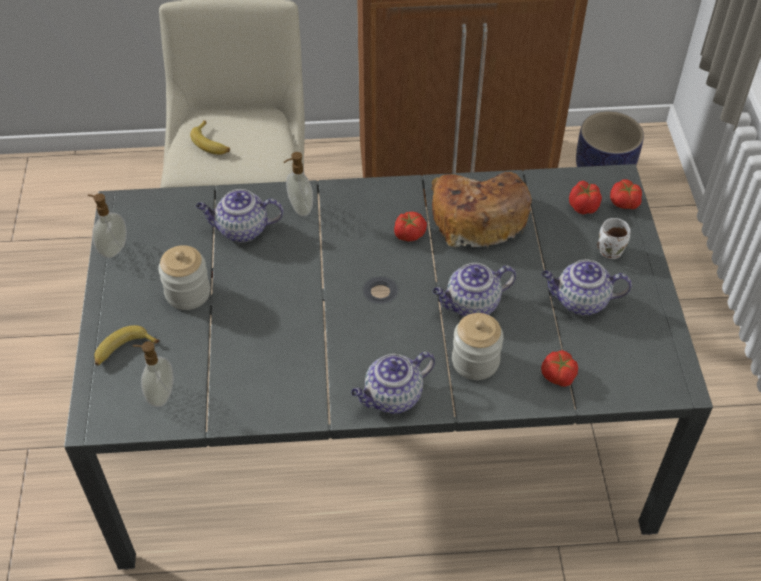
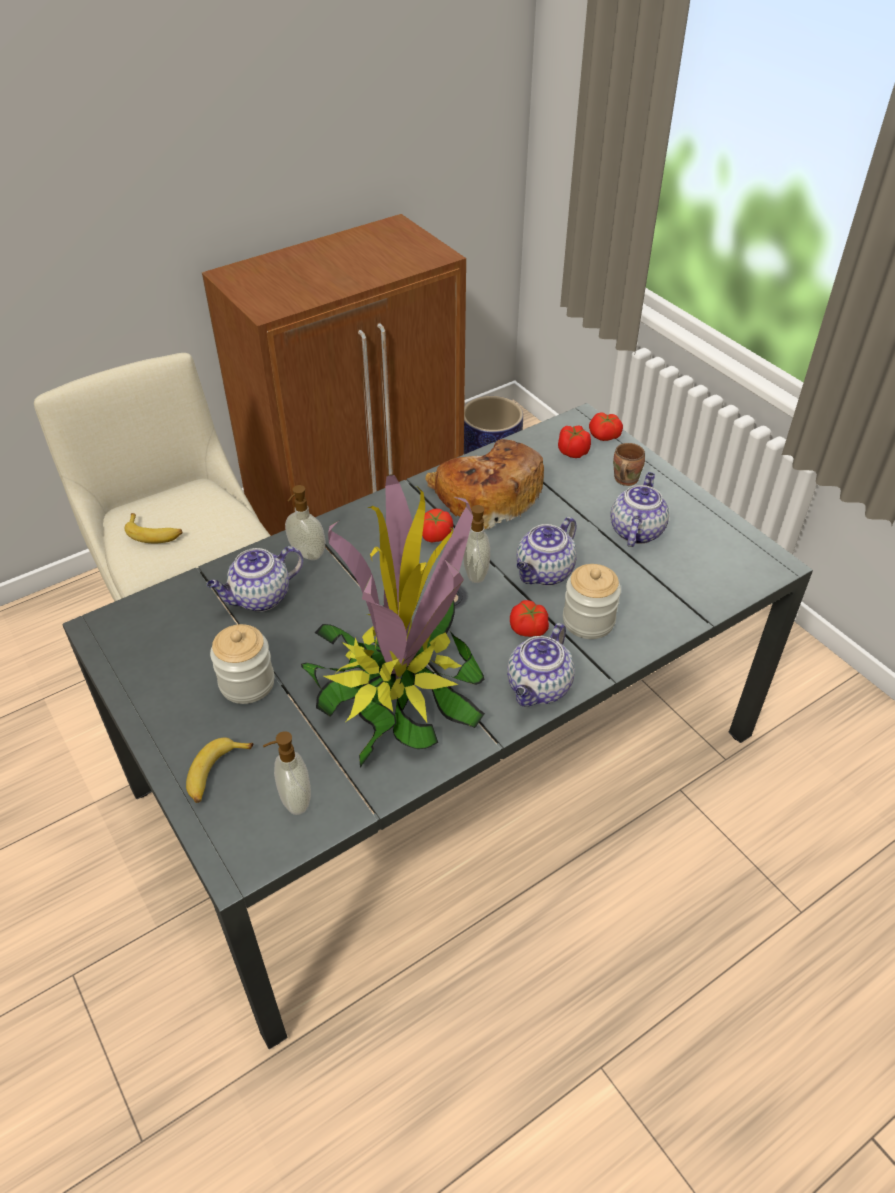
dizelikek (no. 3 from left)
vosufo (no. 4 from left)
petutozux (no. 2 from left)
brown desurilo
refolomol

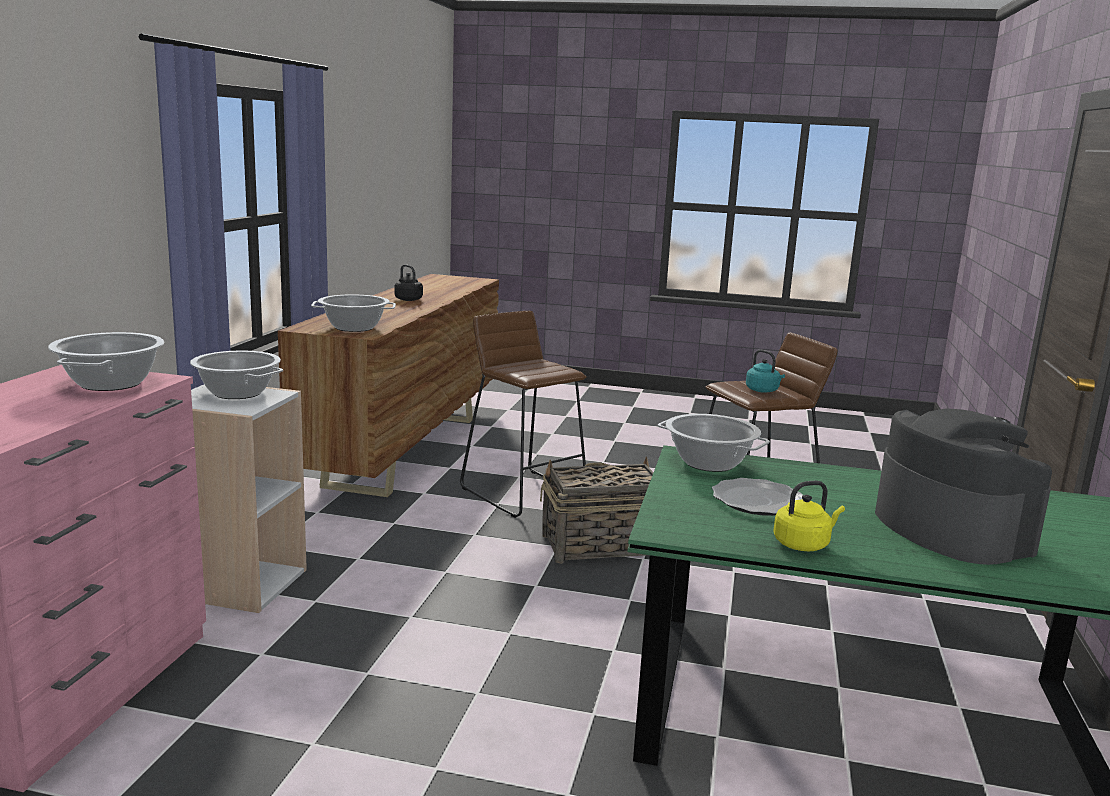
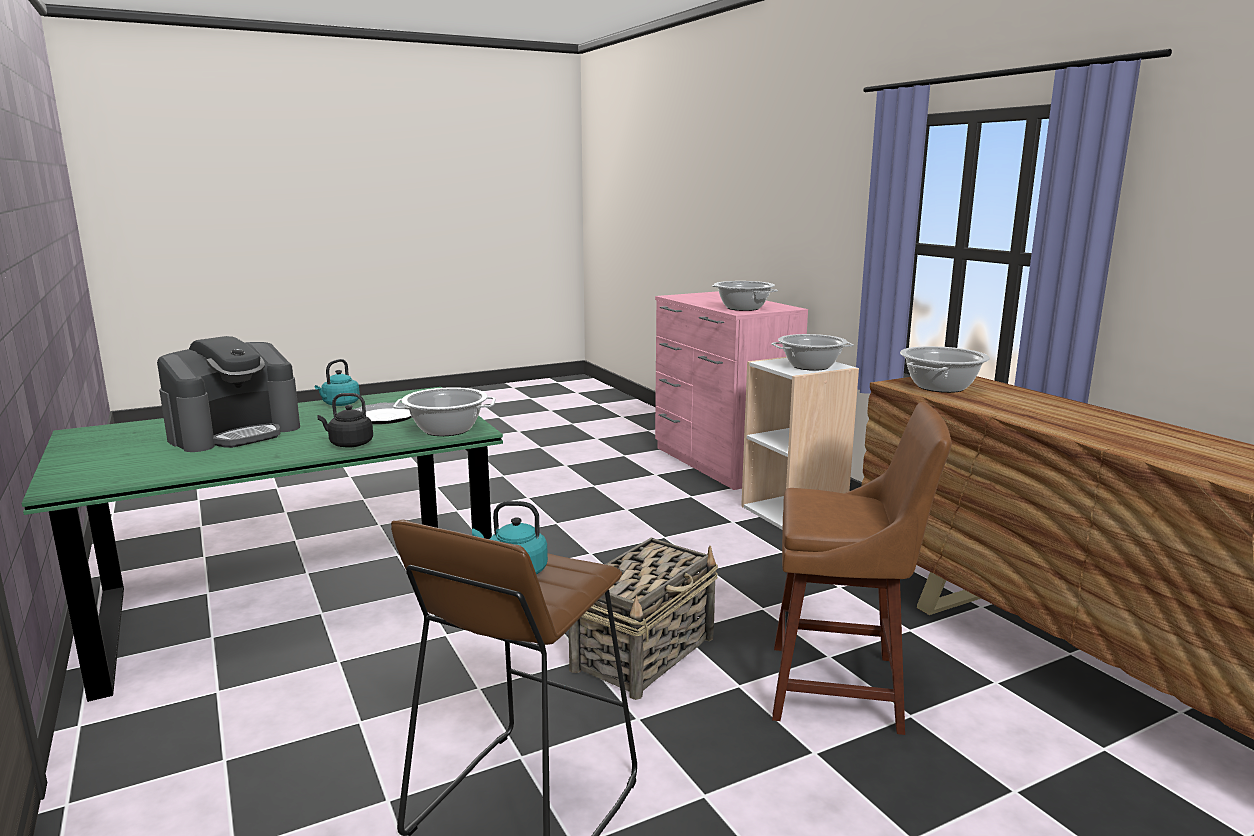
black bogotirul
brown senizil
turquoise bogotirul (no. 1 from left)
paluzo

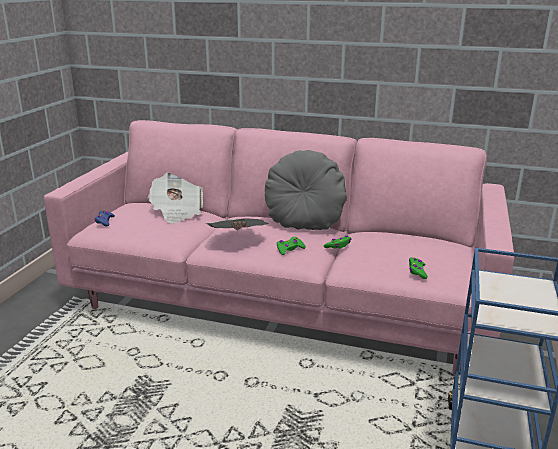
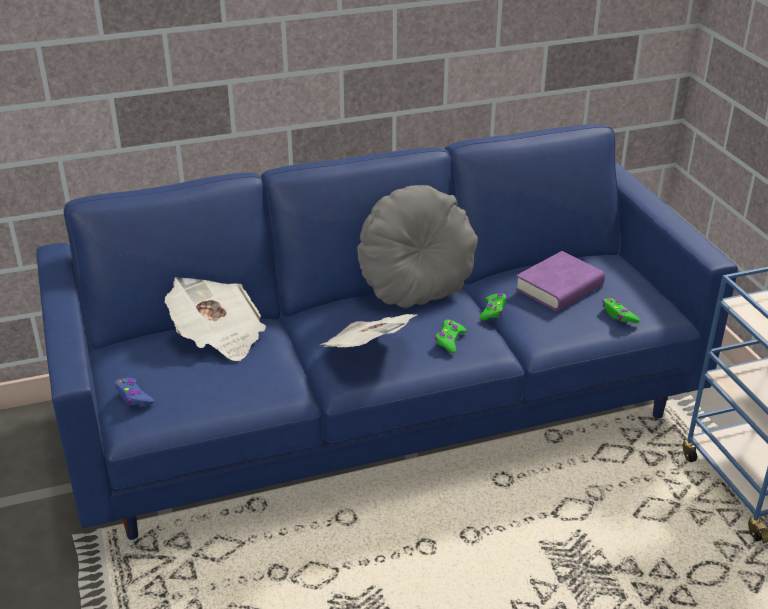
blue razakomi
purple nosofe

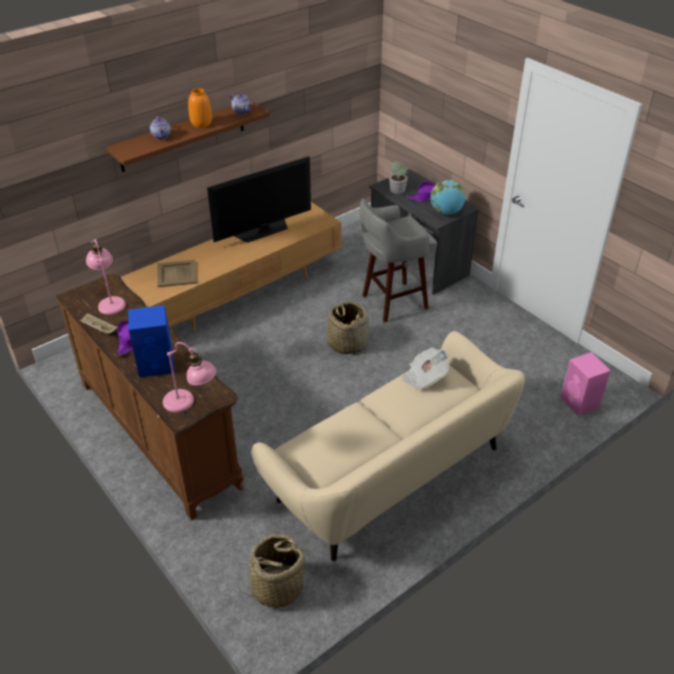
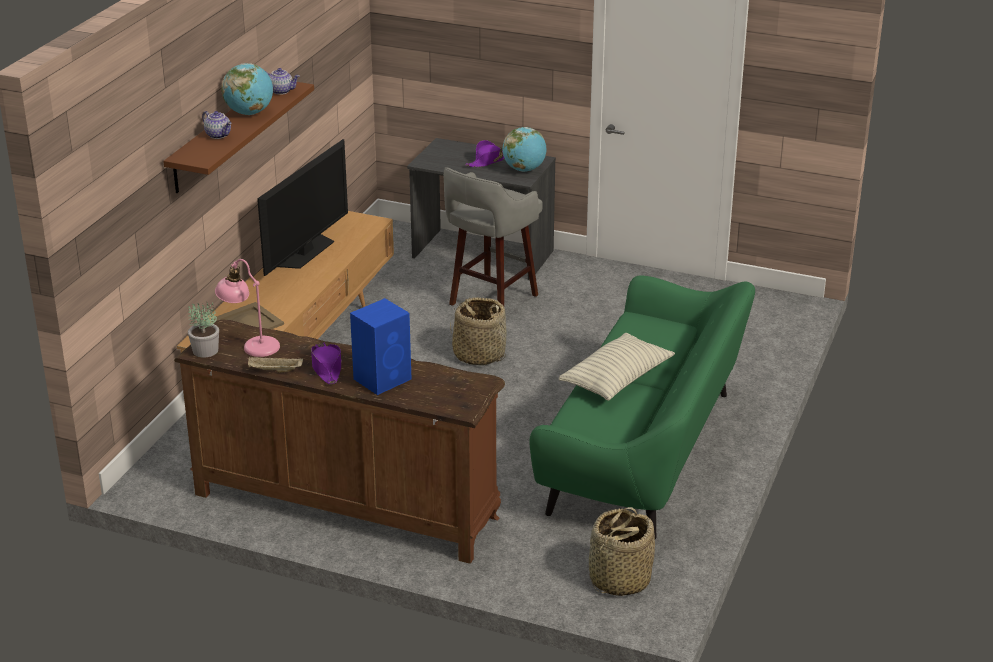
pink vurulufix (no. 2 from left in the first image)
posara (no. 1 from left)
green razakomi
refolomol
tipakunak
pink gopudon
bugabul

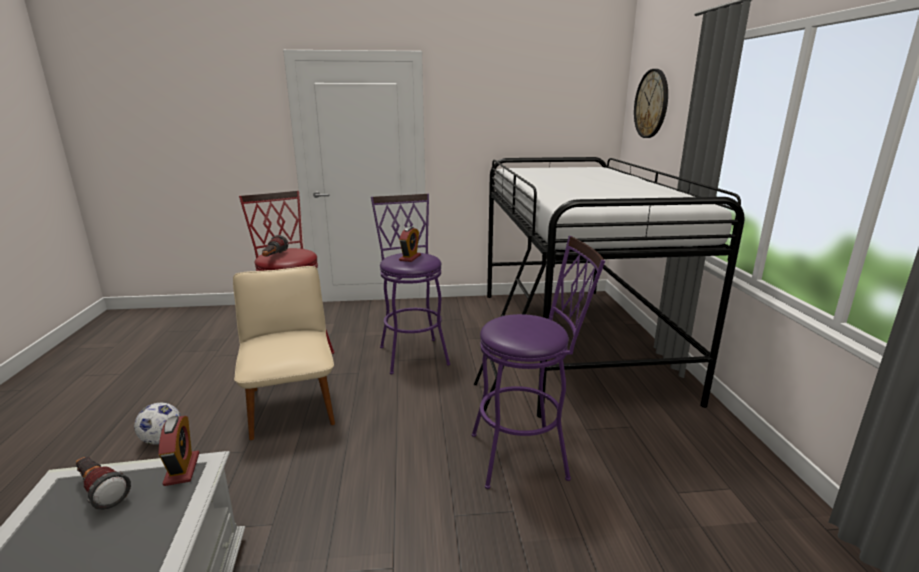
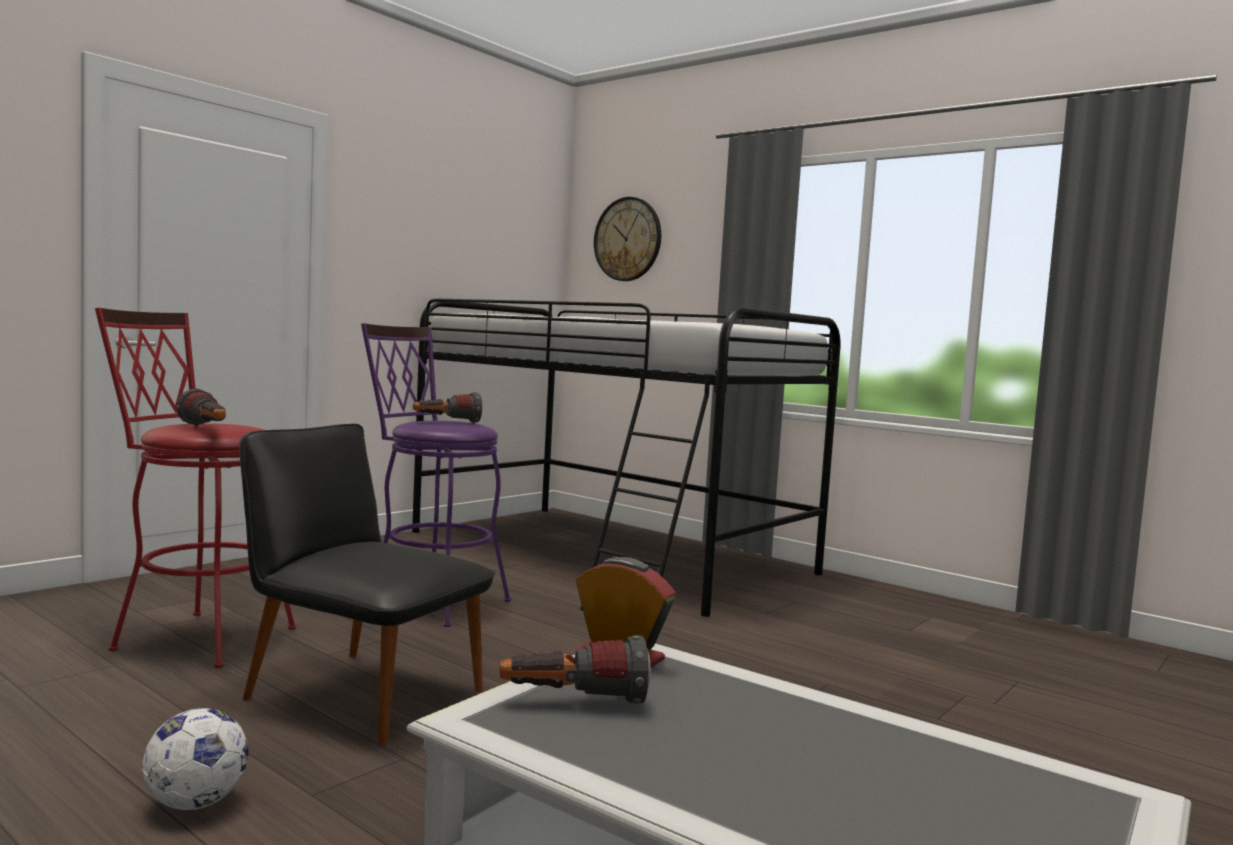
black senizil
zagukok (no. 2 from left)
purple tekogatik (no. 2 from left in the first image)

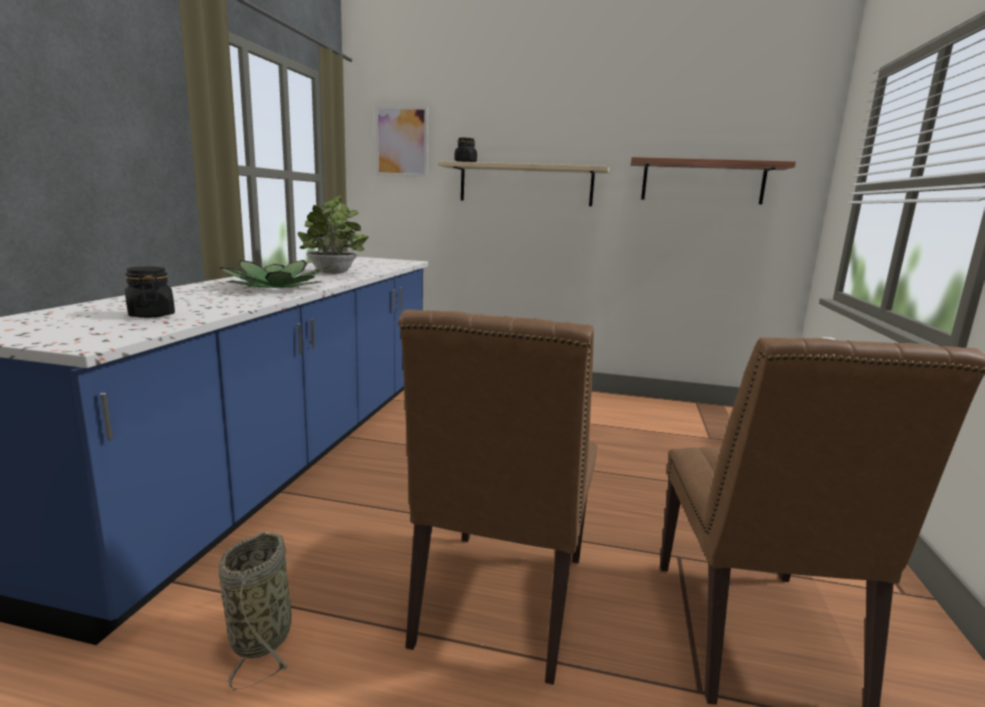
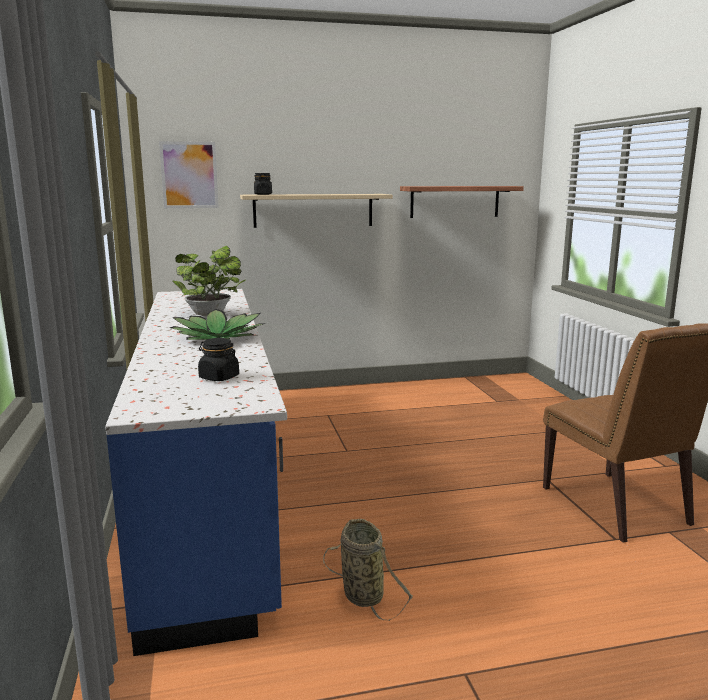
brown senizil (no. 1 from left in the first image)

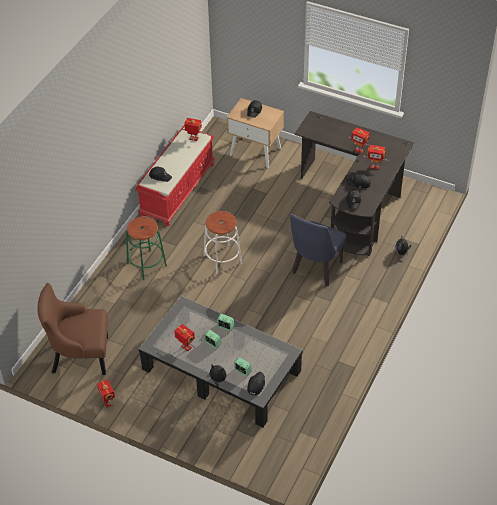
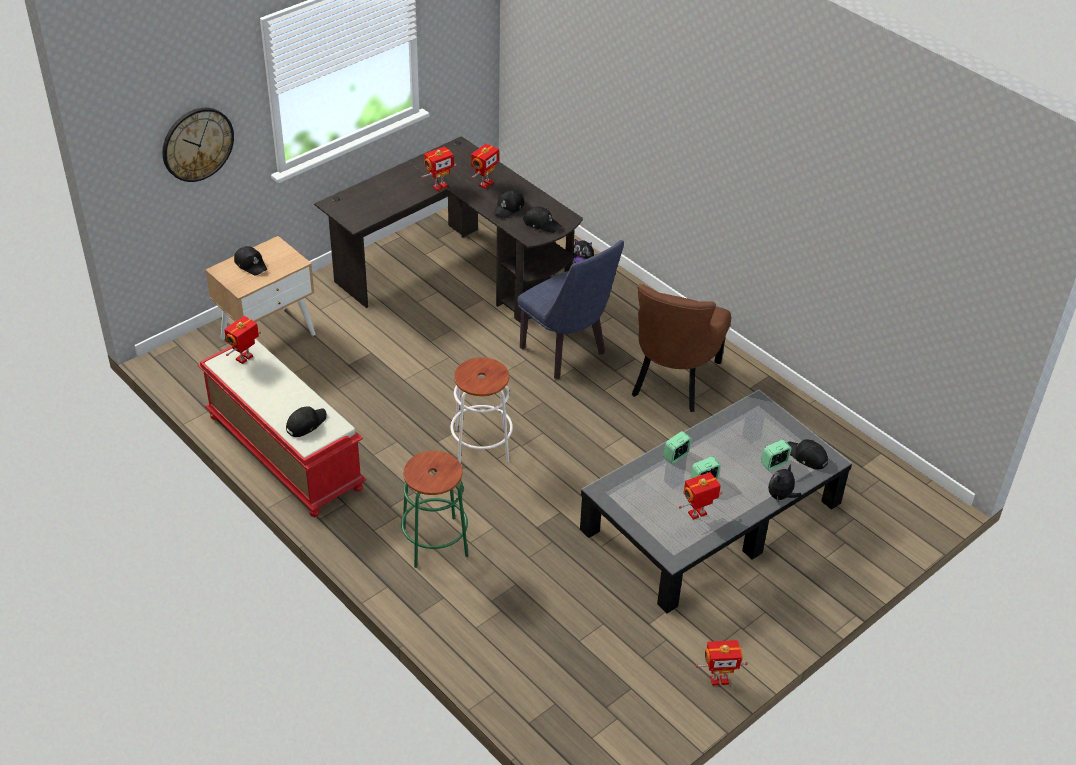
brown senizil
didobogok

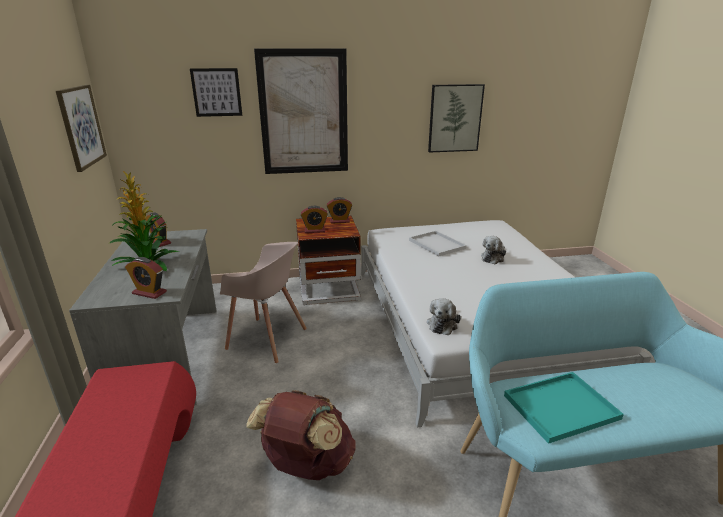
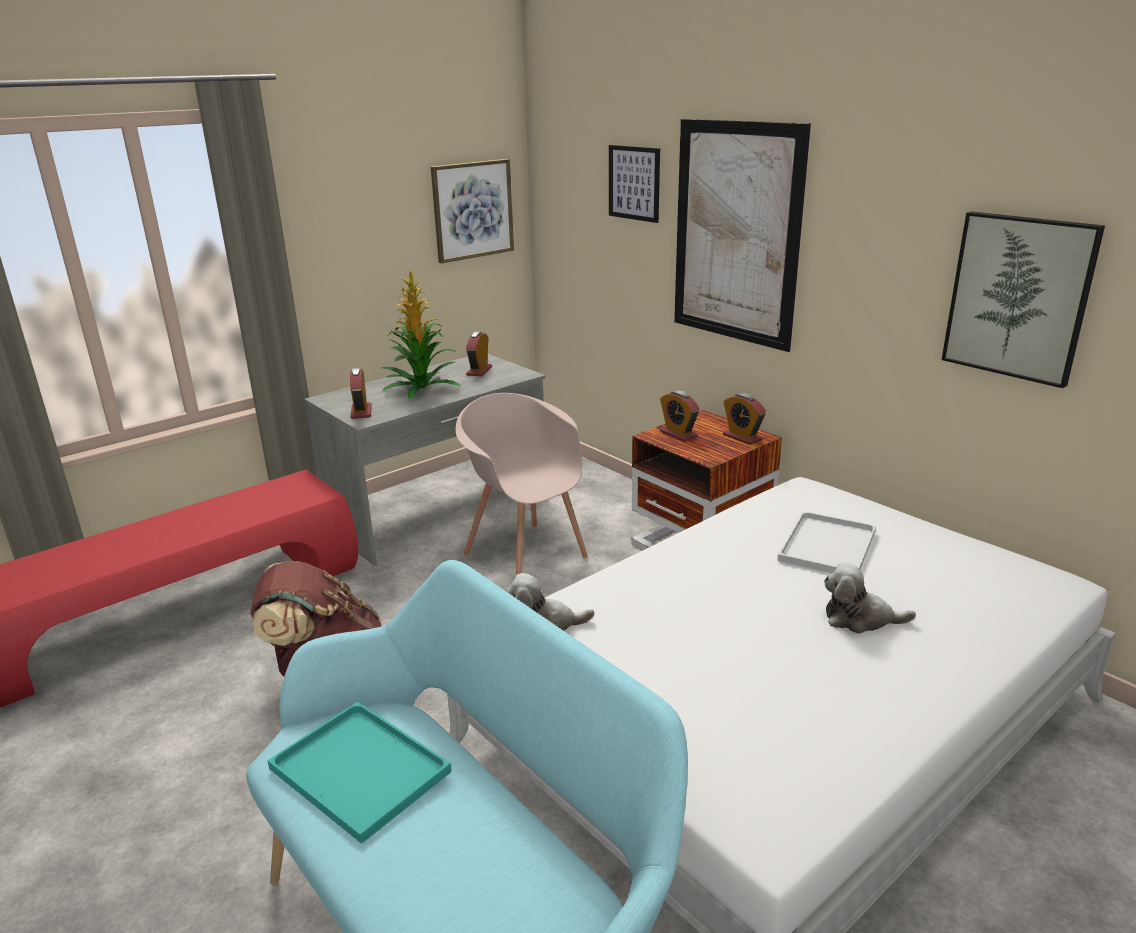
beige senizil

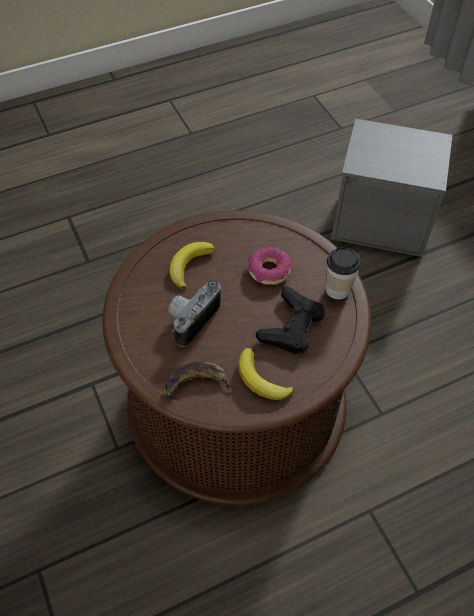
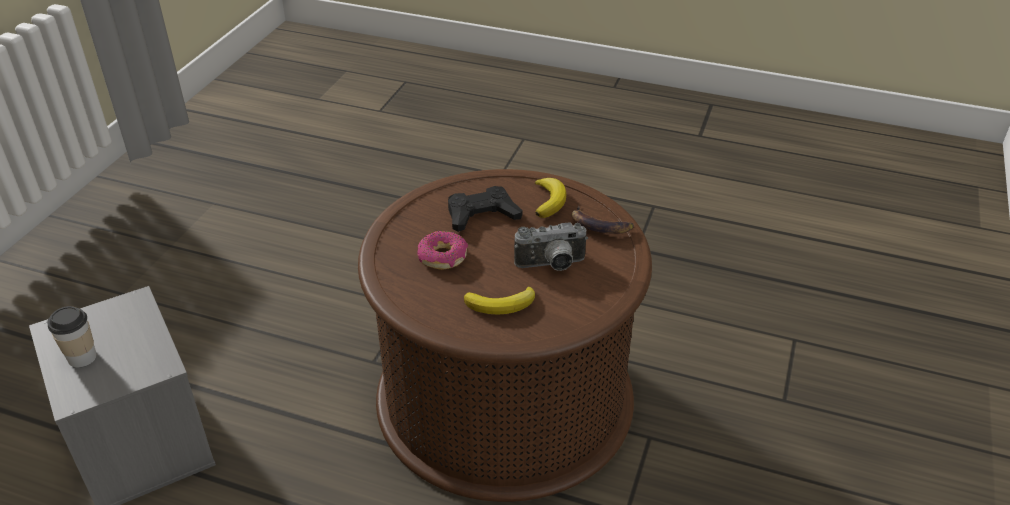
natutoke

